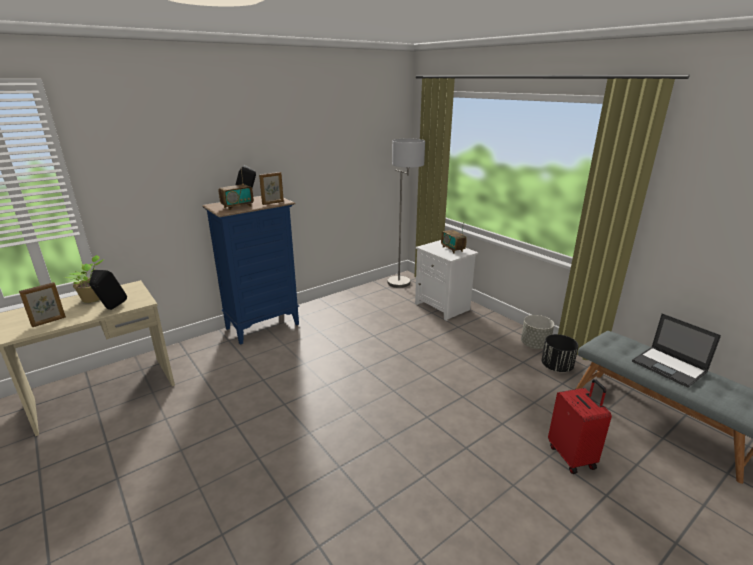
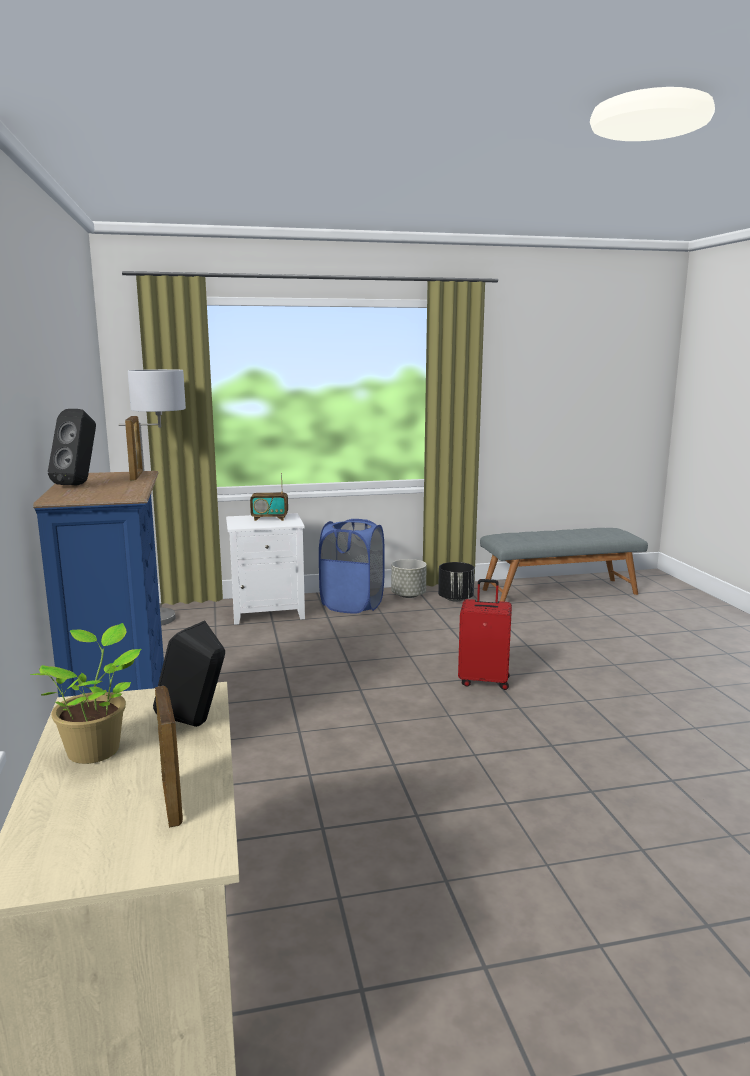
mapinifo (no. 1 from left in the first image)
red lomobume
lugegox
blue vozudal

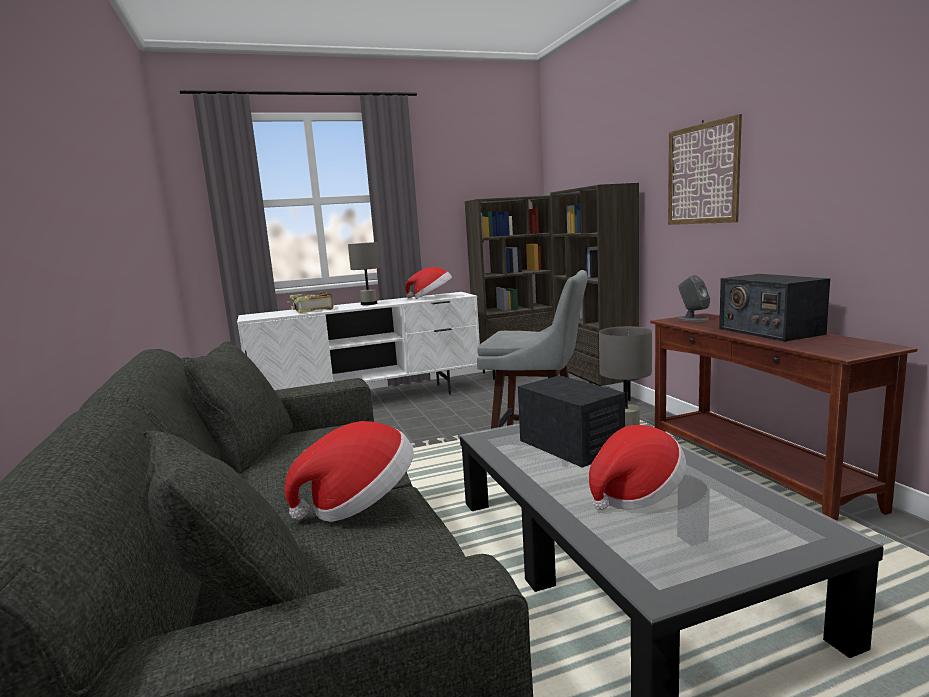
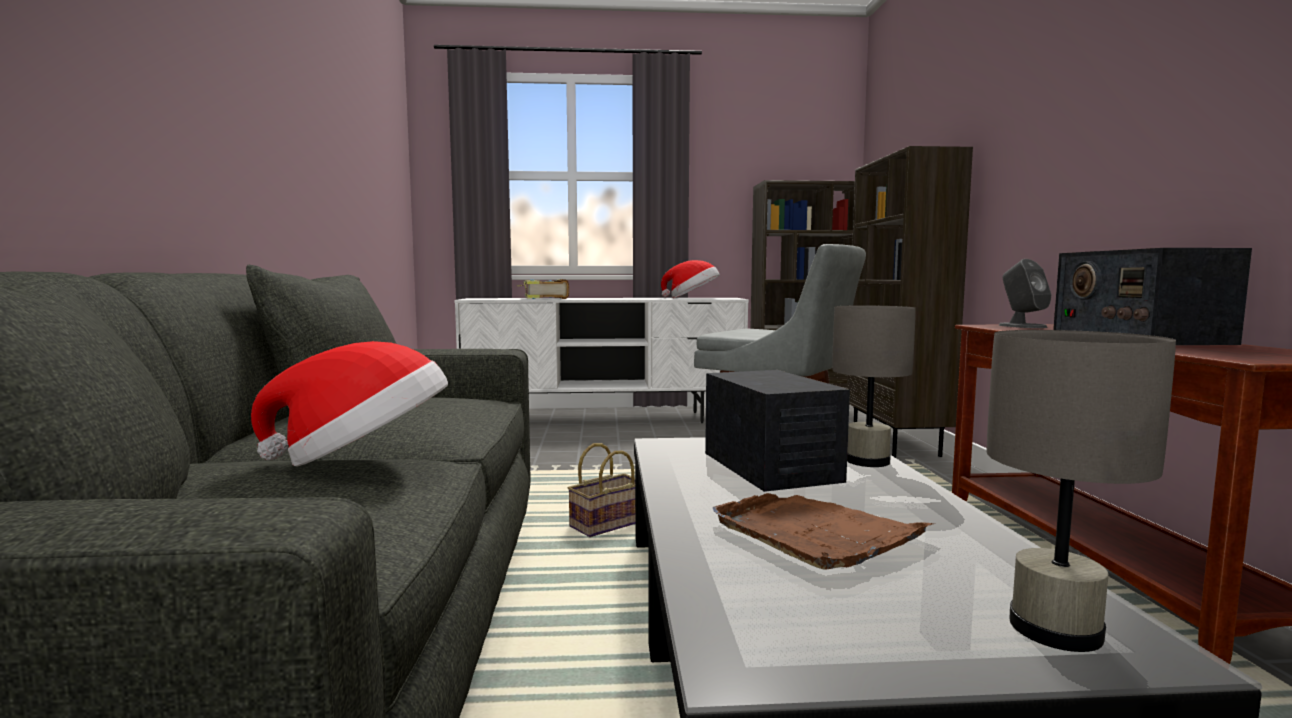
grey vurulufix (no. 2 from left)
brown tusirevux
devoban
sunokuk

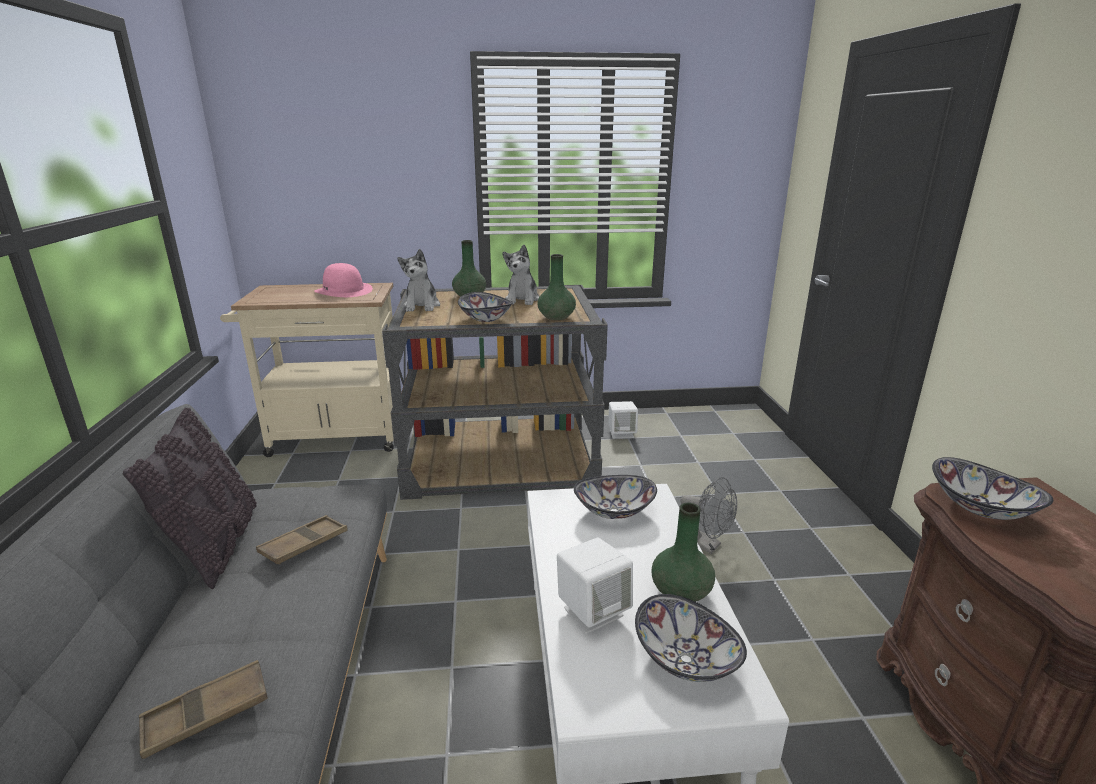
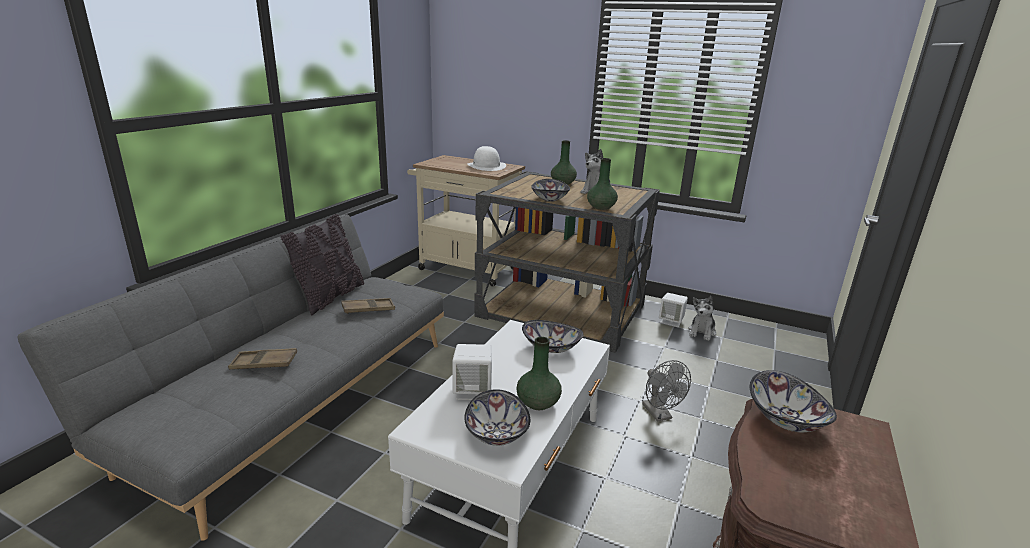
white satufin
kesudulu (no. 2 from left)

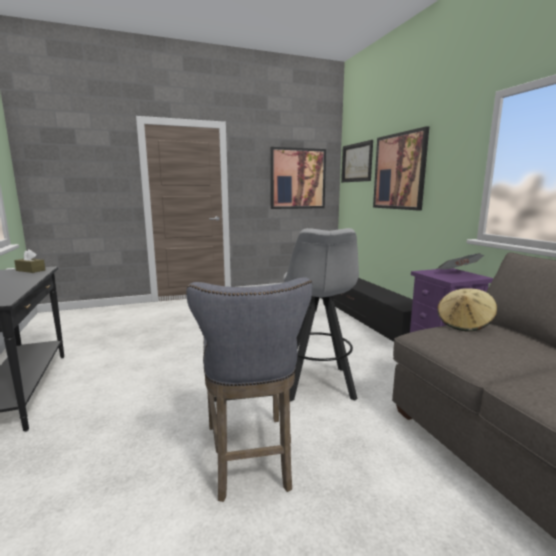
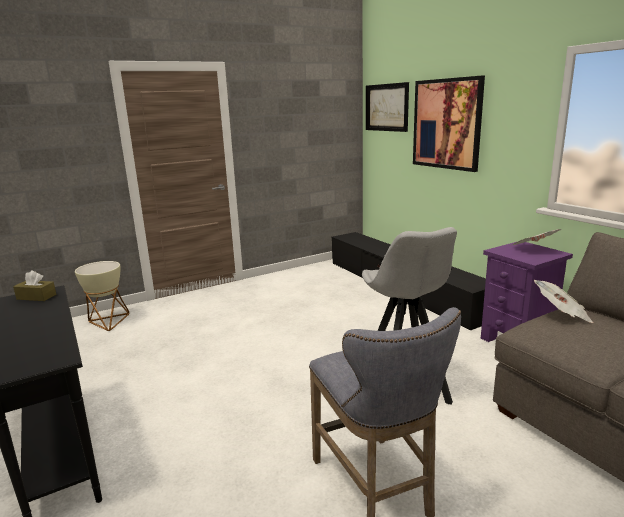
devoban (no. 1 from left in the first image)
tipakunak (no. 2 from left)
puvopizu

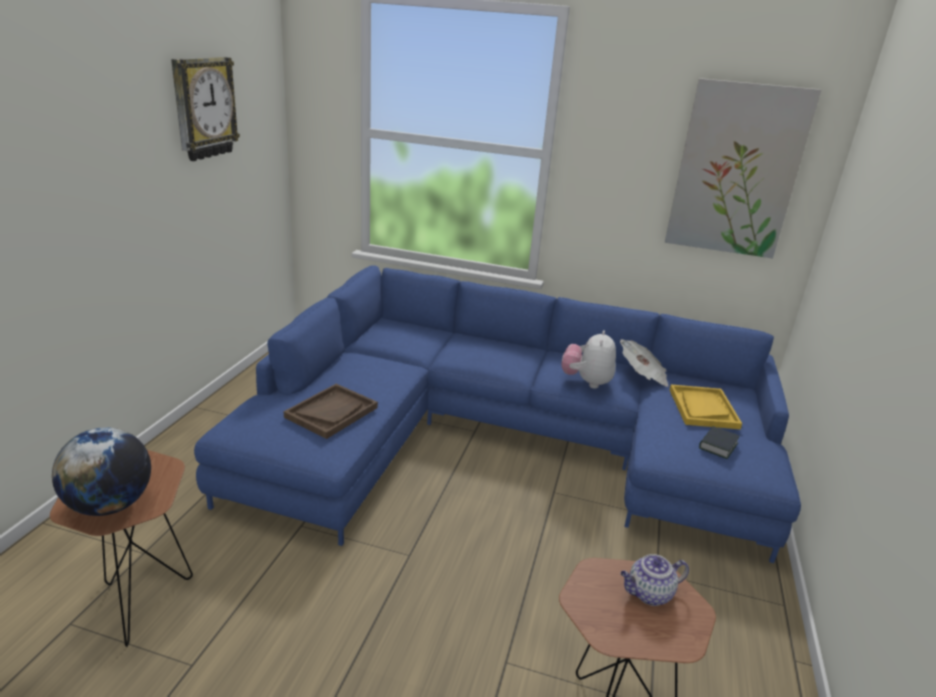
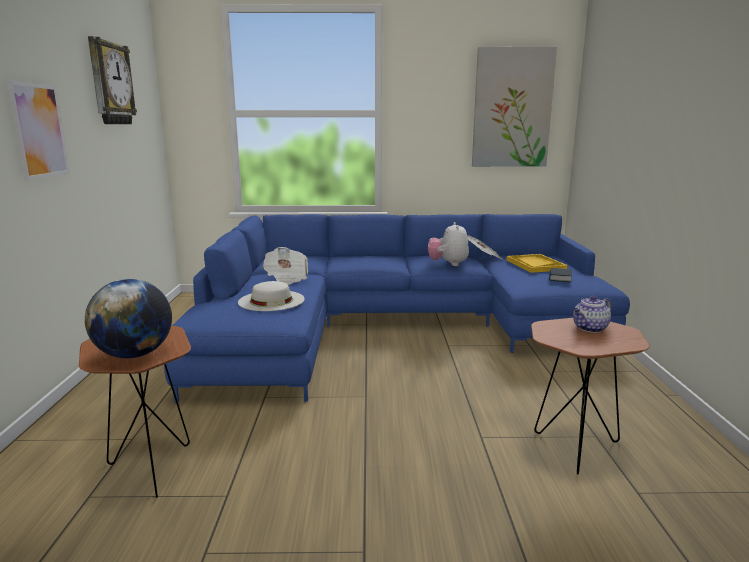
white satufin
devoban (no. 1 from left)
tipakunak (no. 1 from left)

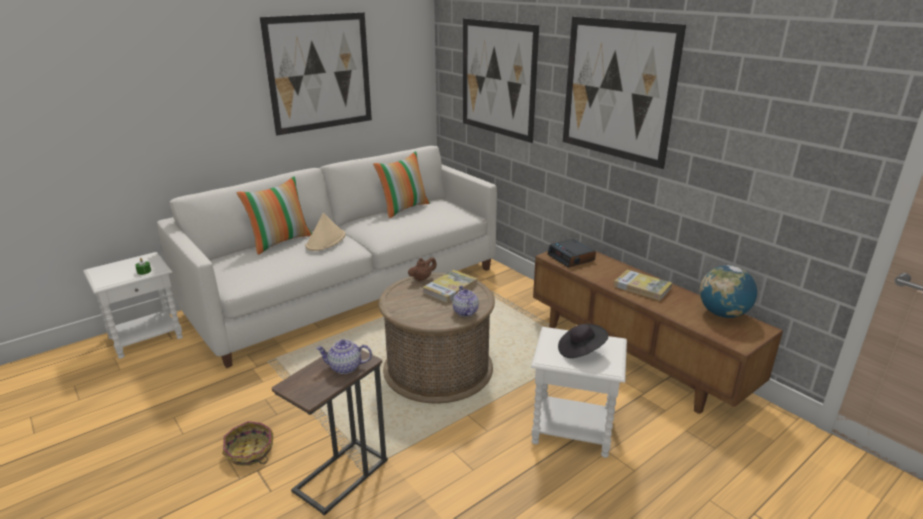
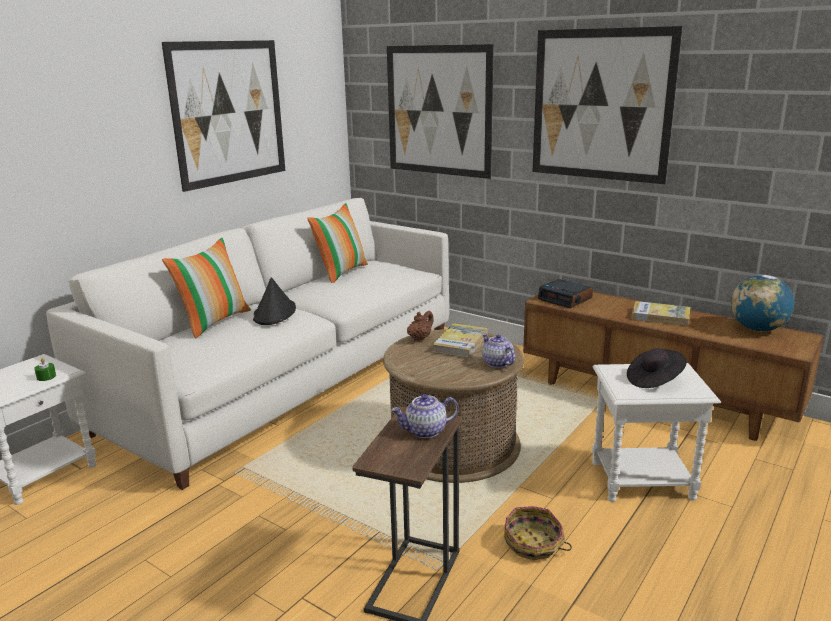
sunokuk
black satufin (no. 1 from left)

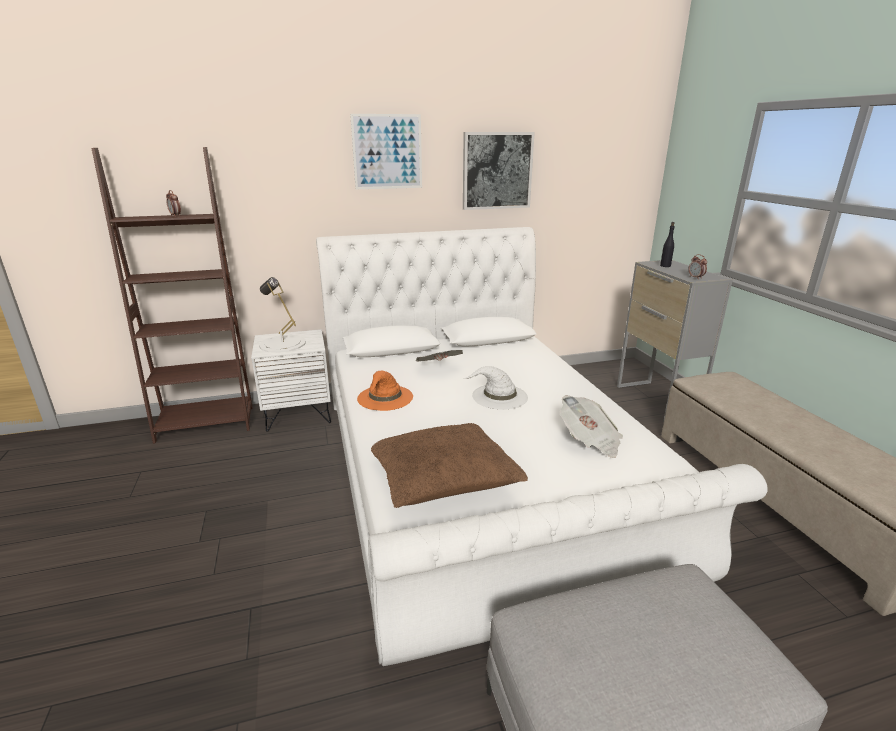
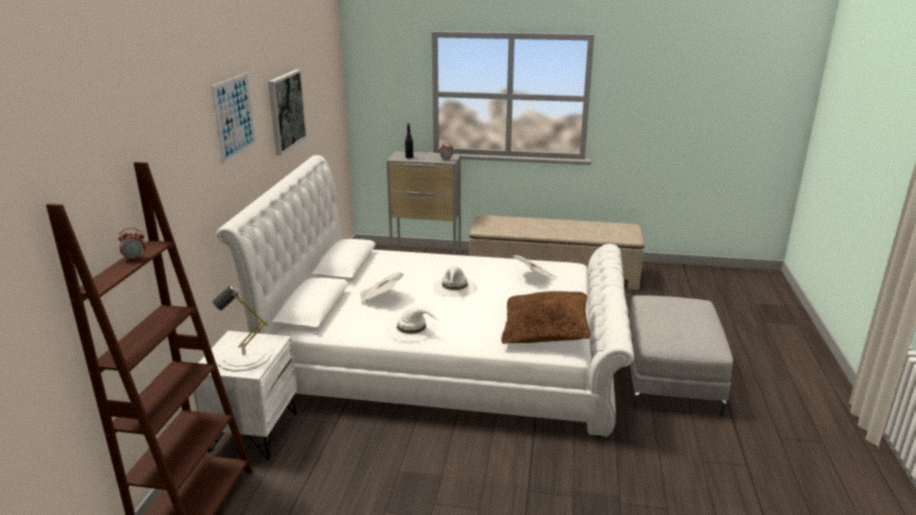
white satufin (no. 1 from left)

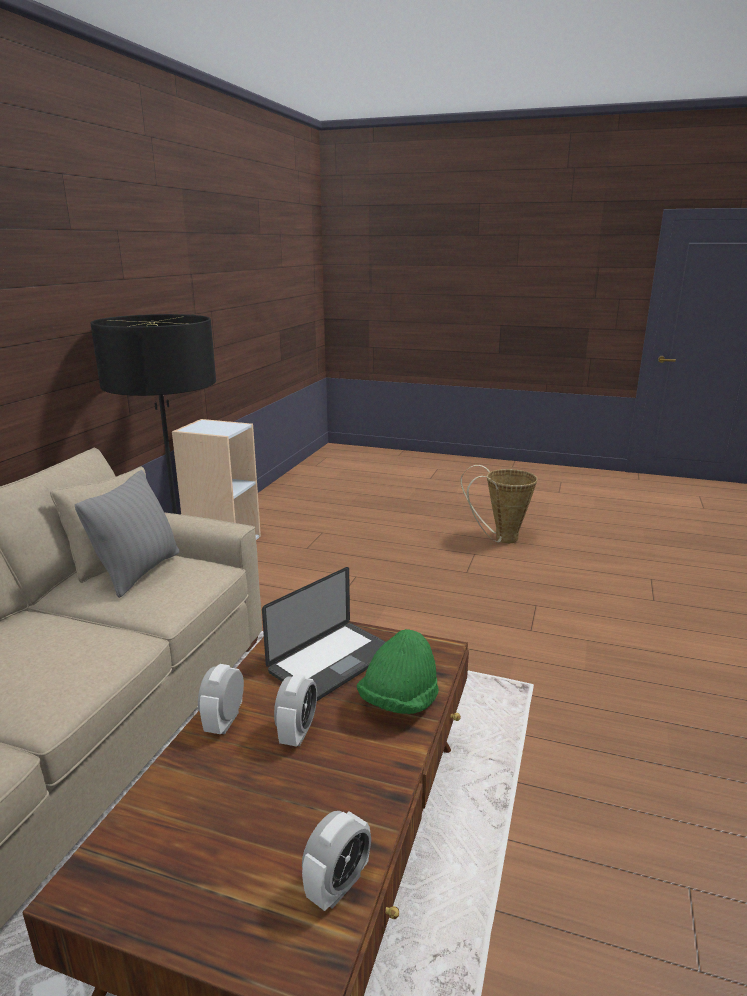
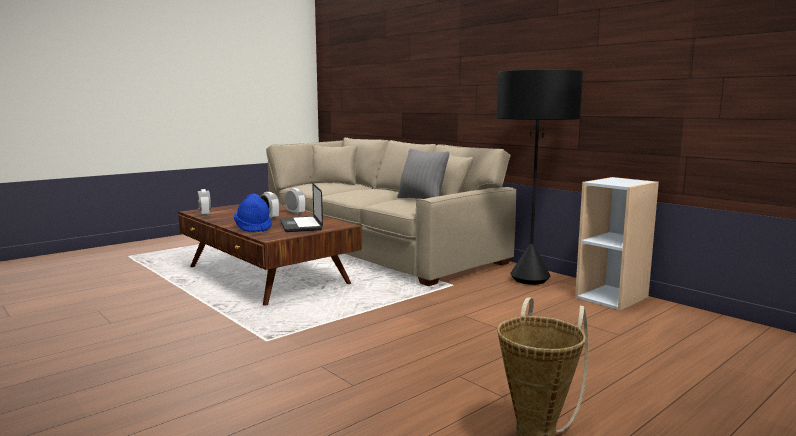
blue satufin

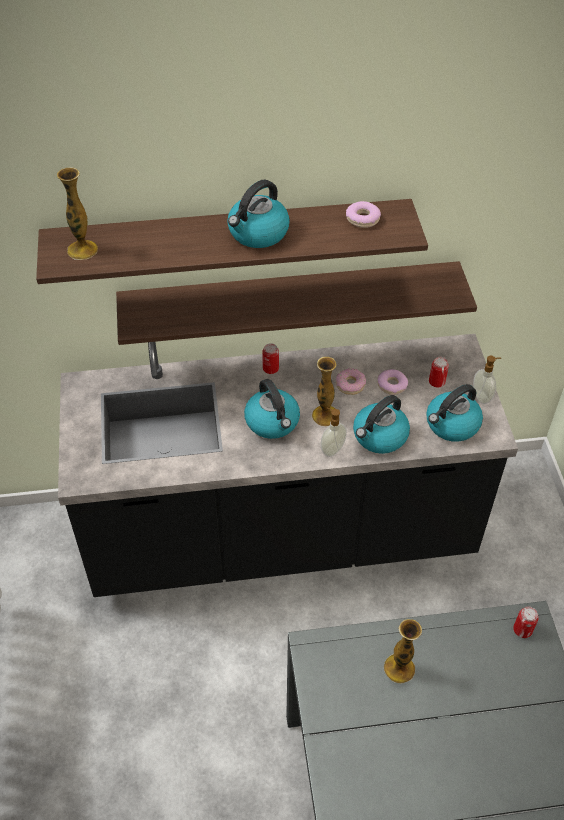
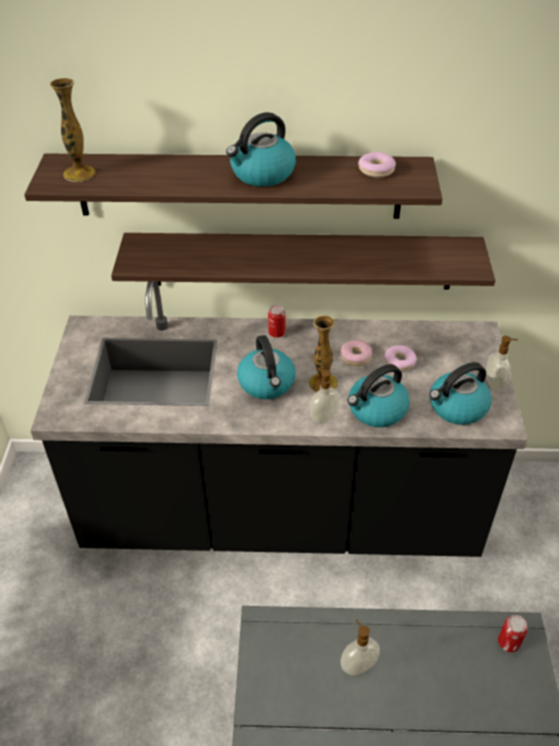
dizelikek (no. 2 from left)
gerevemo (no. 2 from left in the first image)

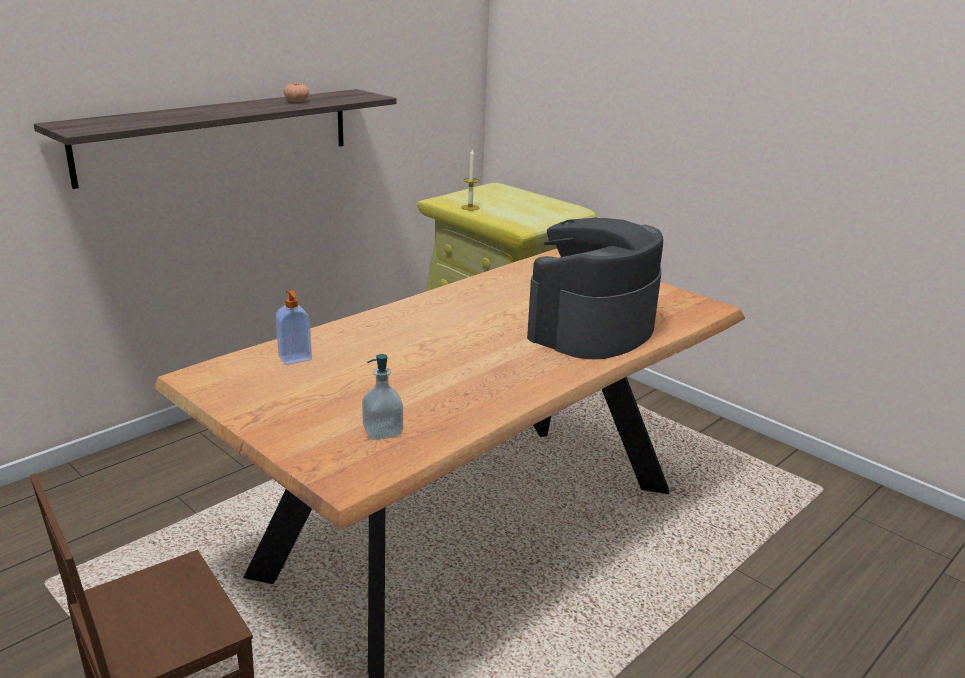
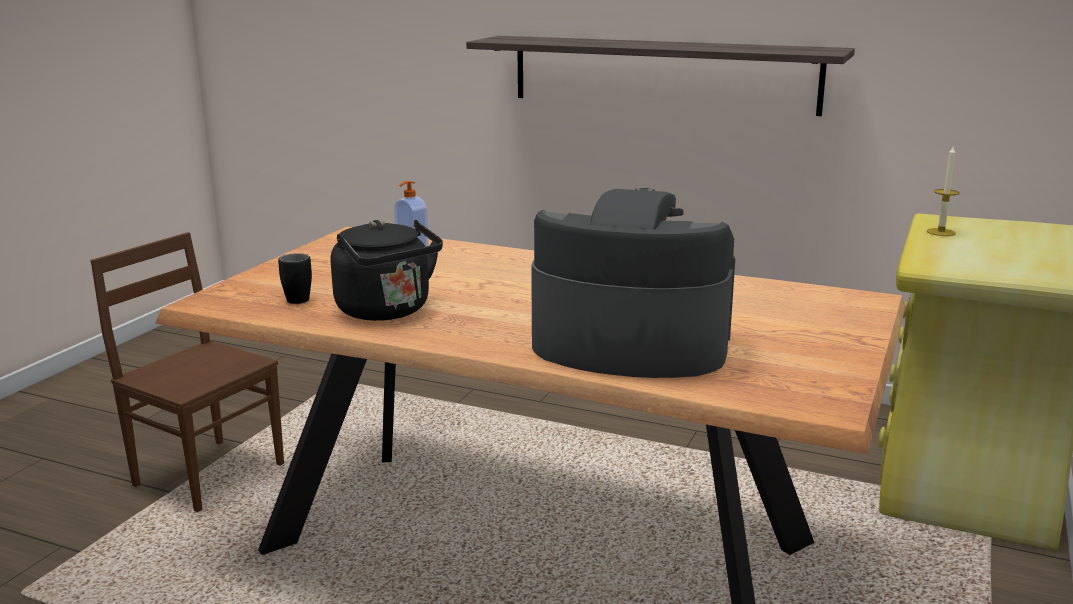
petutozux
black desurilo
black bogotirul

